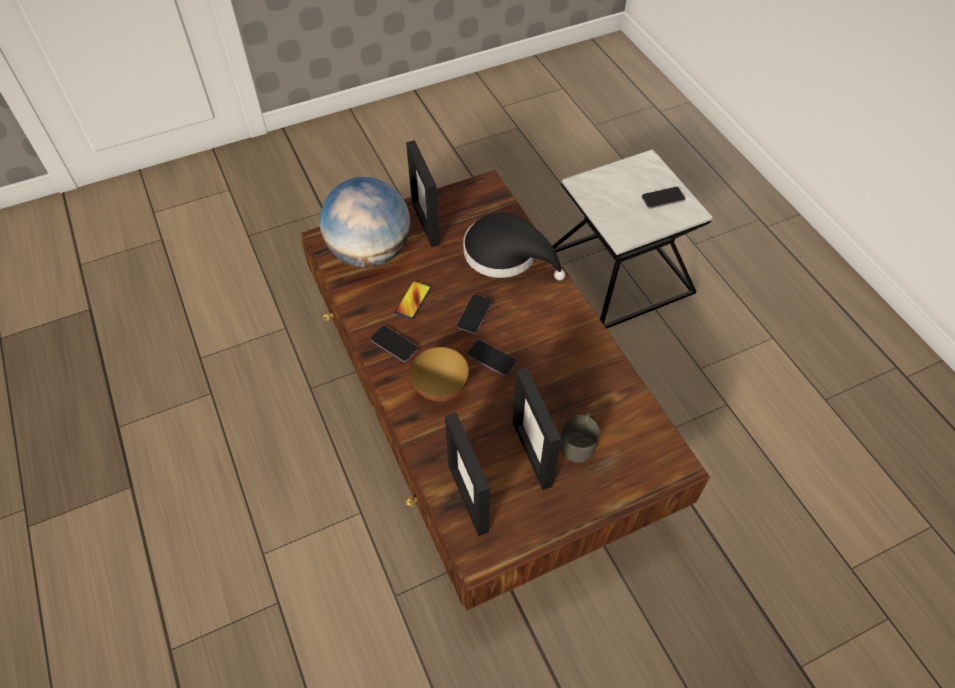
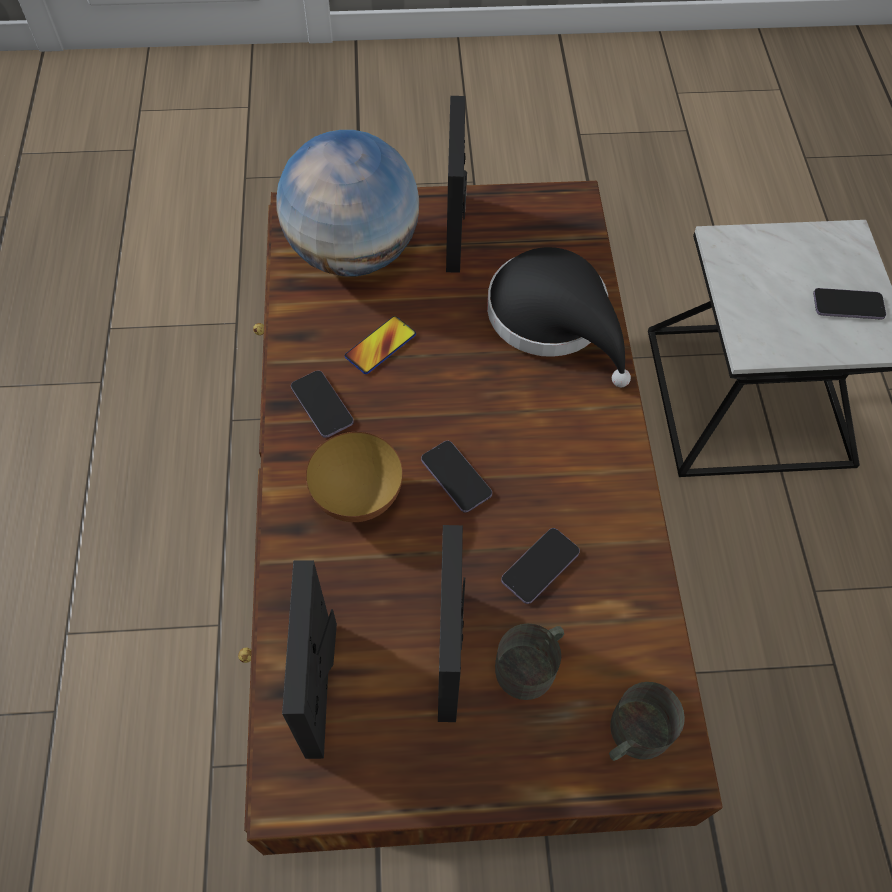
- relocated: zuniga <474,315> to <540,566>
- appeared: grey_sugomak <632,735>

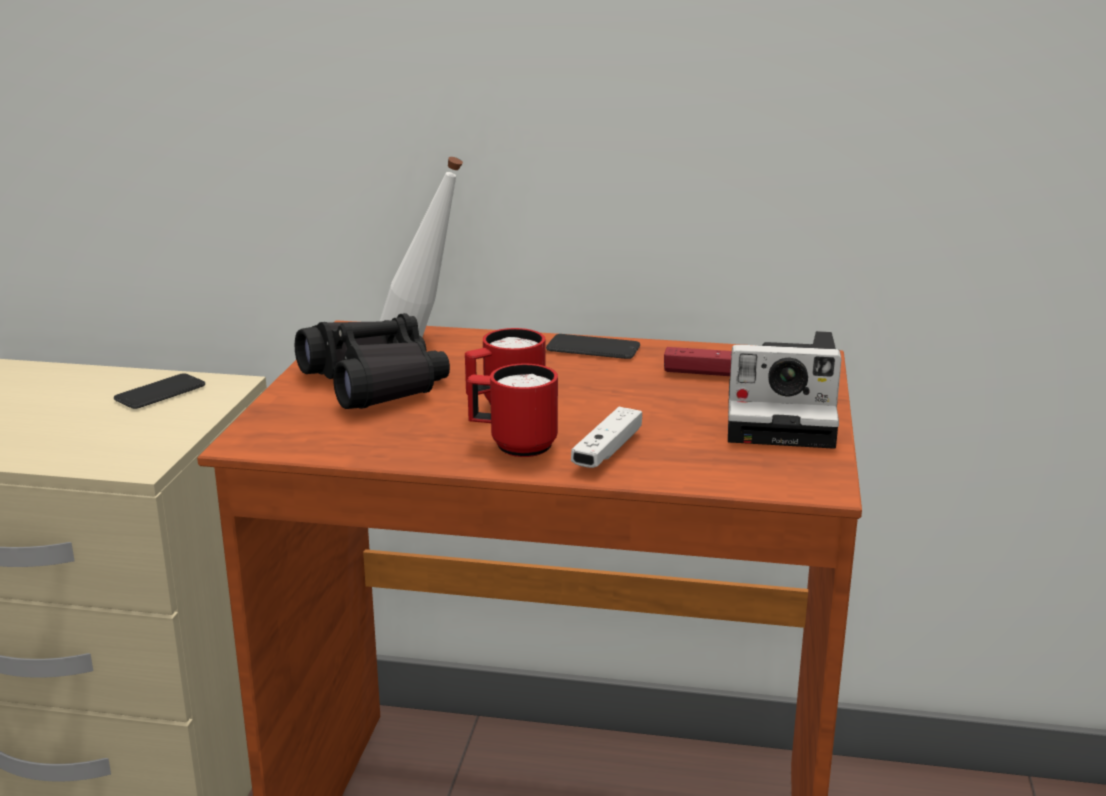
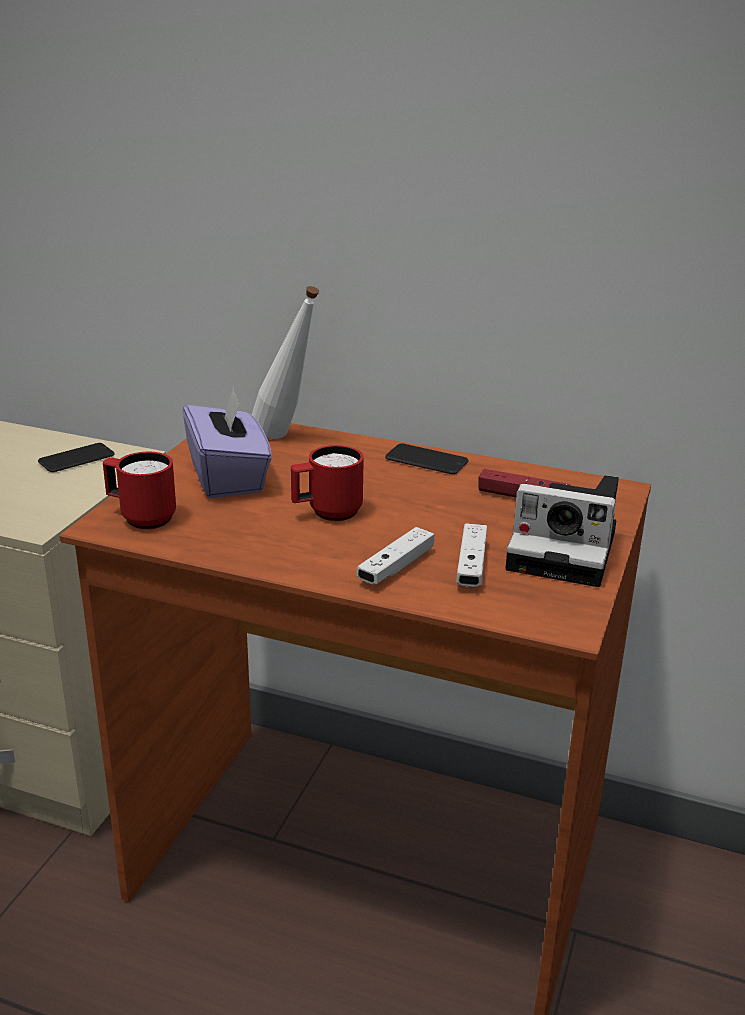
- exchanged: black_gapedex <375,382> to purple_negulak <228,477>
- relocated: red_sugomak <513,445> to <141,517>
- appeared: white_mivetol <471,566>

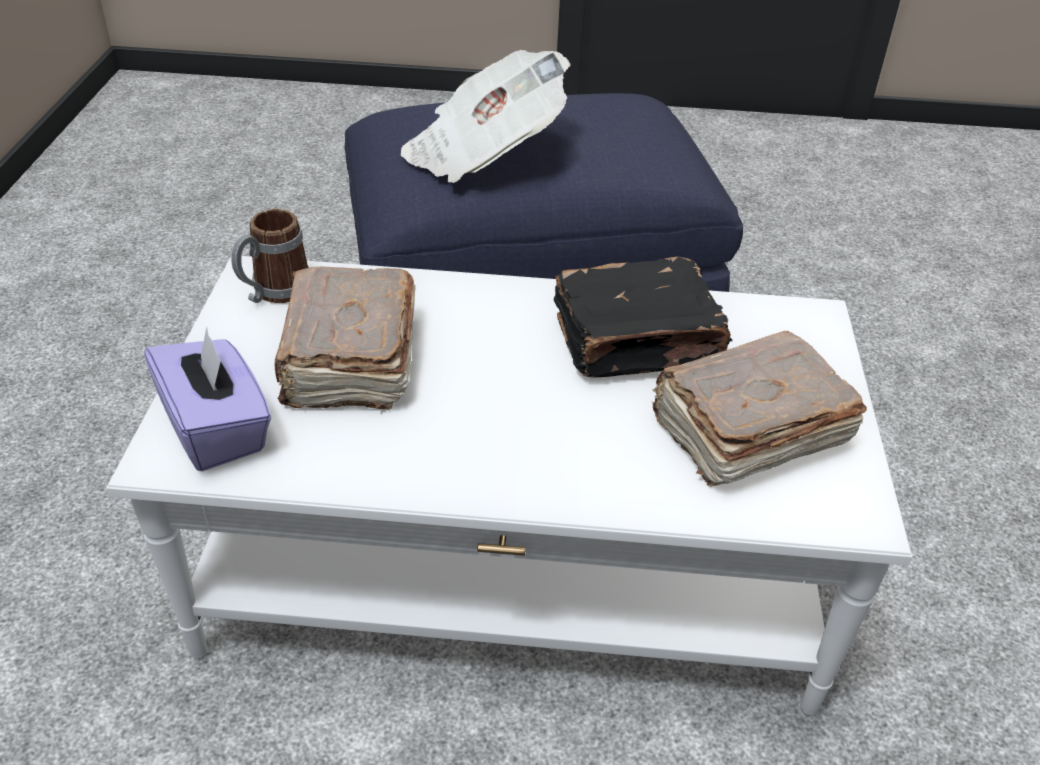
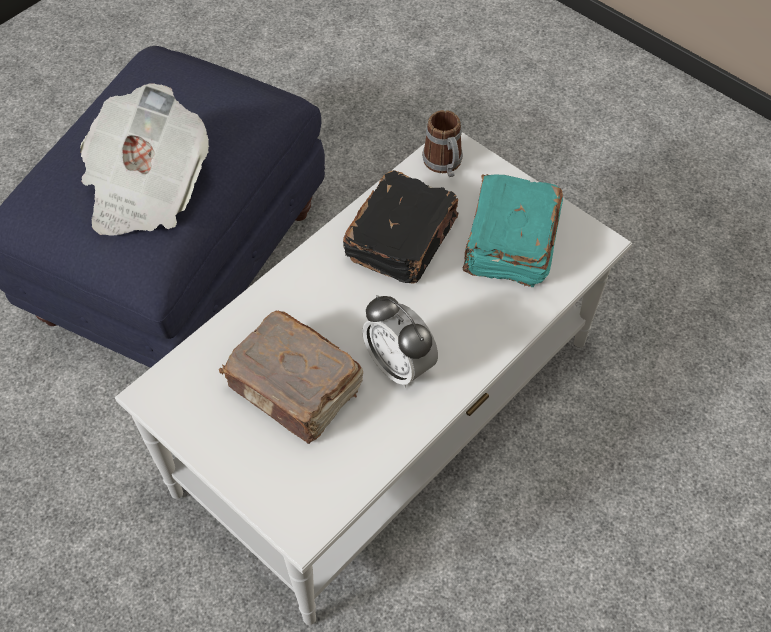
- relocated: sugomak <274,293> to <445,165>
- missing: purple_negulak <217,429>
- colour: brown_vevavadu <746,433> to turquoise_vevavadu <509,244>
- appeared: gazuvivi <399,366>

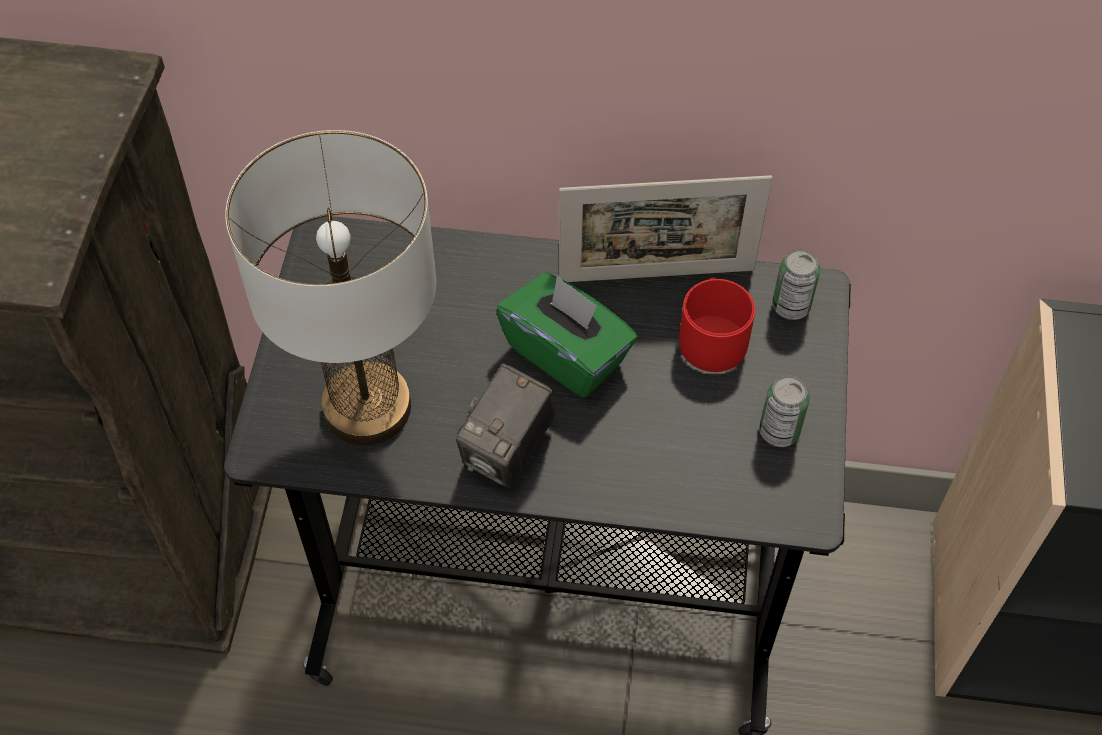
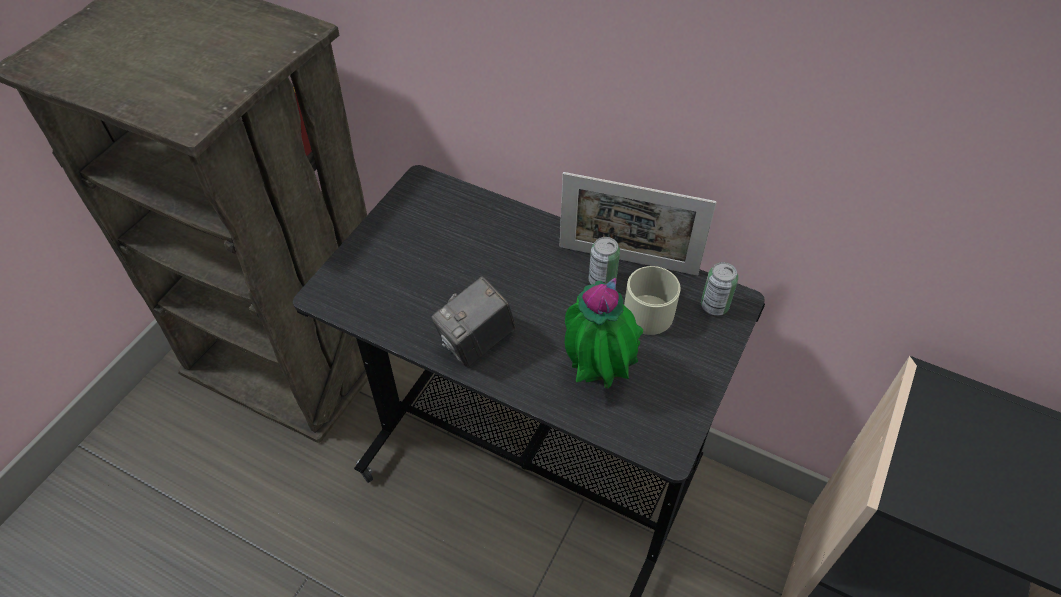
- missing: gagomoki <366,407>
- missing: green_negulak <567,354>
- colour: red_sugomak <712,335> to beige_sugomak <650,309>
- relocated: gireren <779,431> to <602,280>
- appeared: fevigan <596,373>

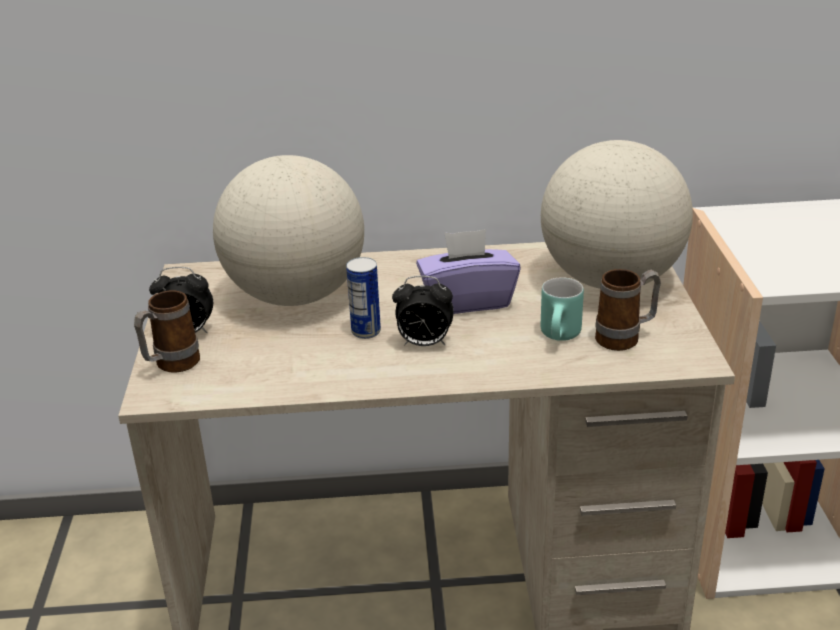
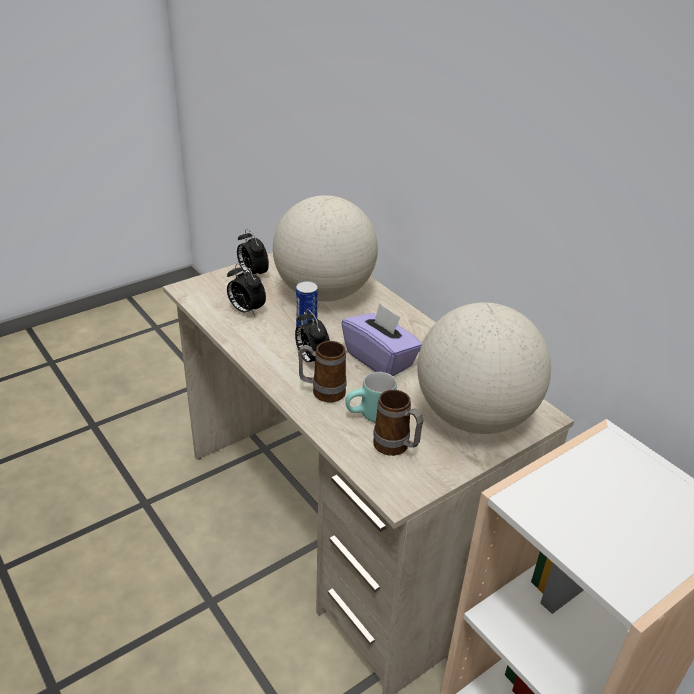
- relocated: sugomak <171,366> to <322,392>
- appeared: gazuvivi <246,310>

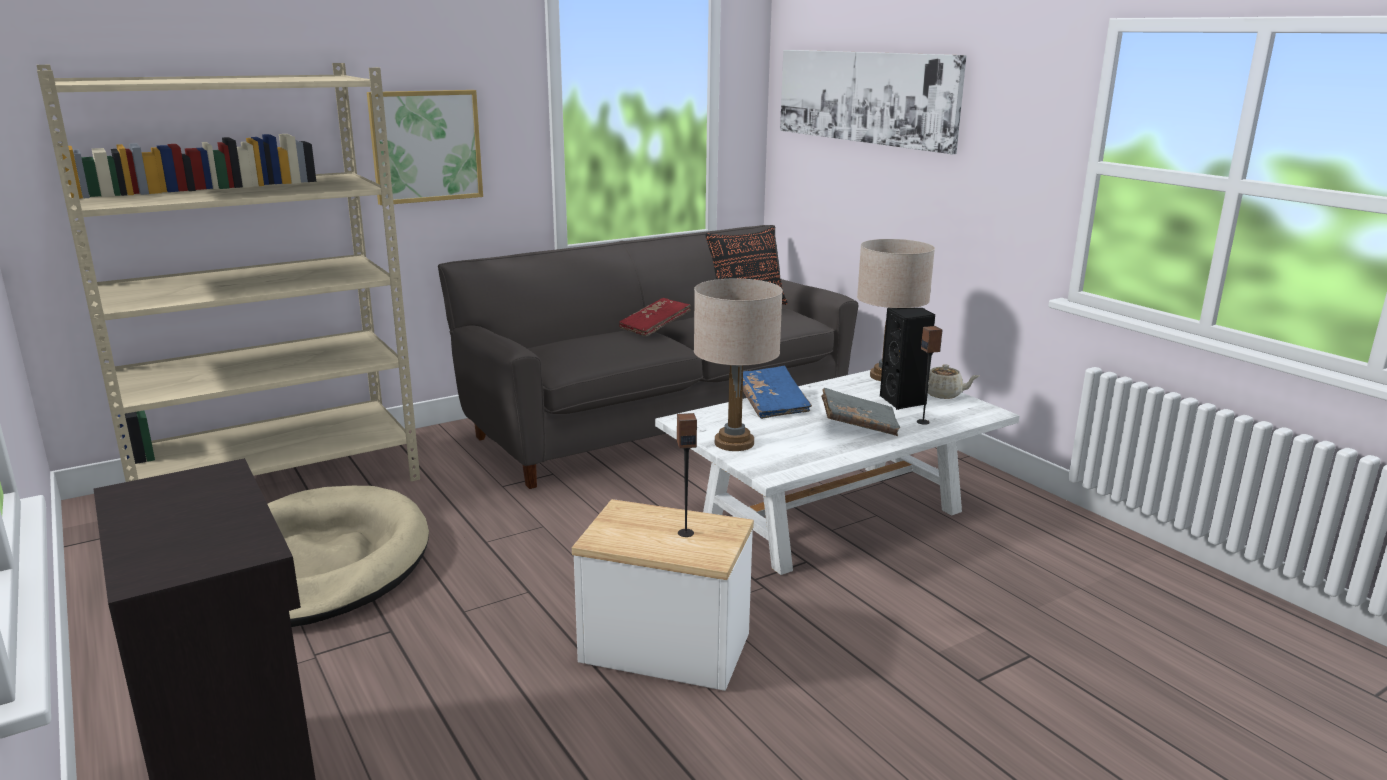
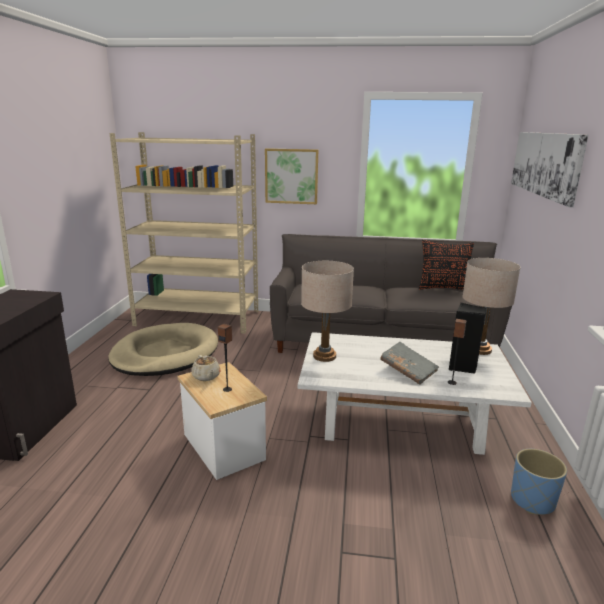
- missing: red_vevavadu <654,328>
- relocated: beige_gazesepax <943,394> to <206,377>
- missing: blue_vevavadu <772,404>
- appeared: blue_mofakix <533,501>

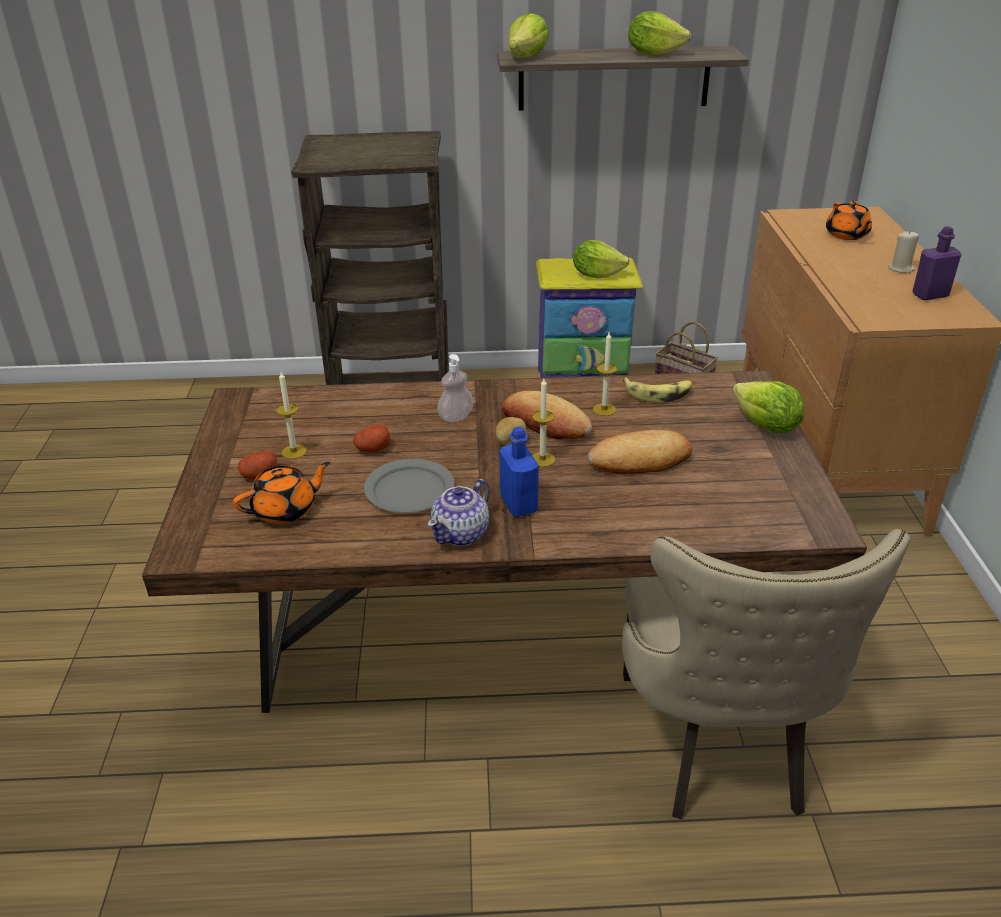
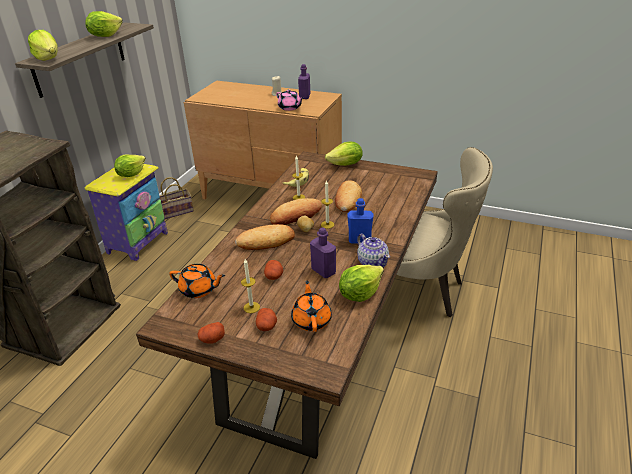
- relocated: orange_gazesepax <847,235> to <199,290>
- exchanged: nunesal <456,417> to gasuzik <266,241>
- exchanged: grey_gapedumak <408,490> to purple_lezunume <323,271>
- appeared: pink_gazesepax <290,108>
- appeared: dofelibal <360,294>
- appeared: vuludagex <212,339>

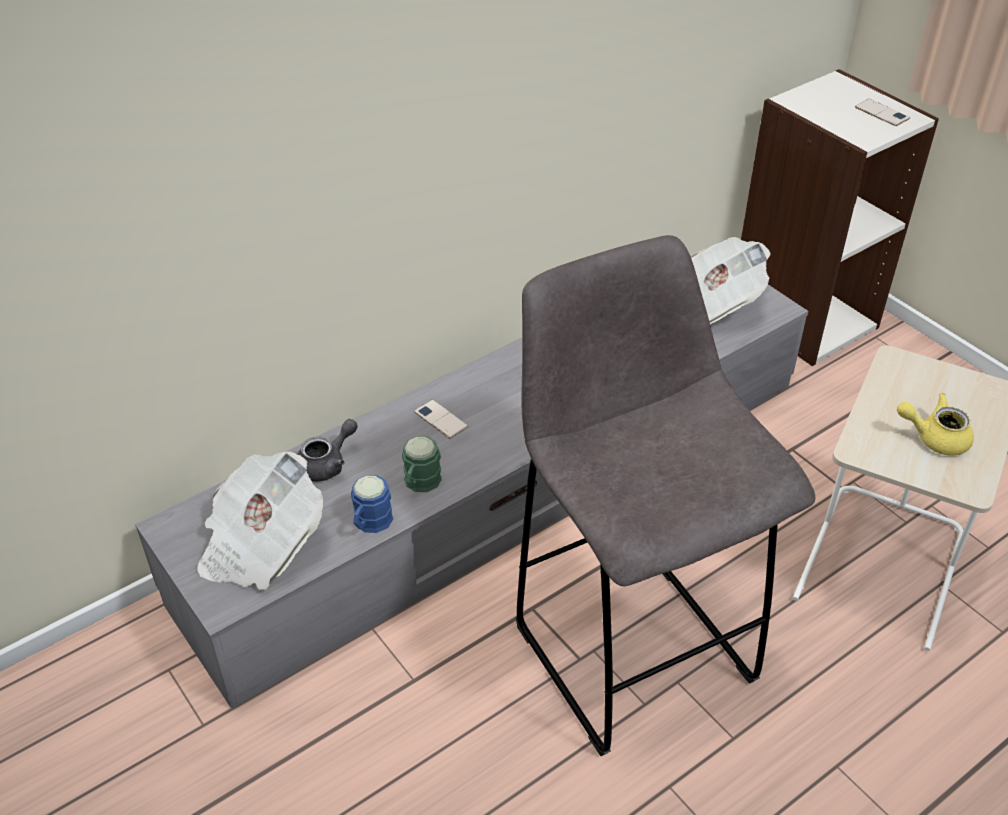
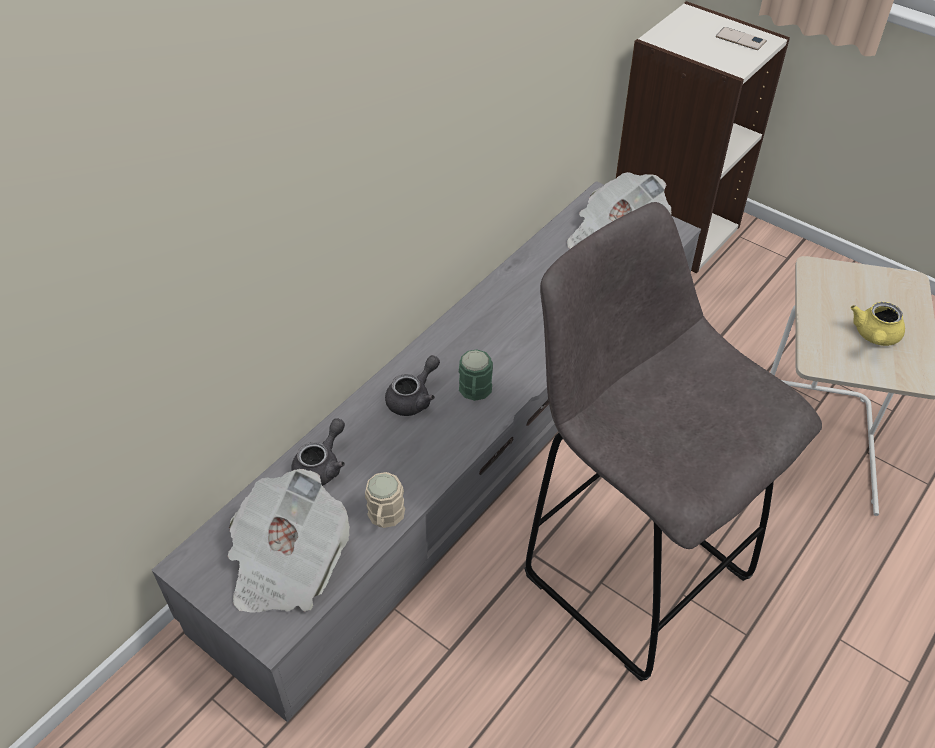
- spun: yellow_gazesepax <934,437> = <874,336> 60 degrees counterclockwise
- exchanged: zuniga <441,419> to grey_gazesepax <413,398>
- relocated: green_sugomak <419,484> to <475,392>
- colour: blue_sugomak <370,524> to beige_sugomak <385,518>

